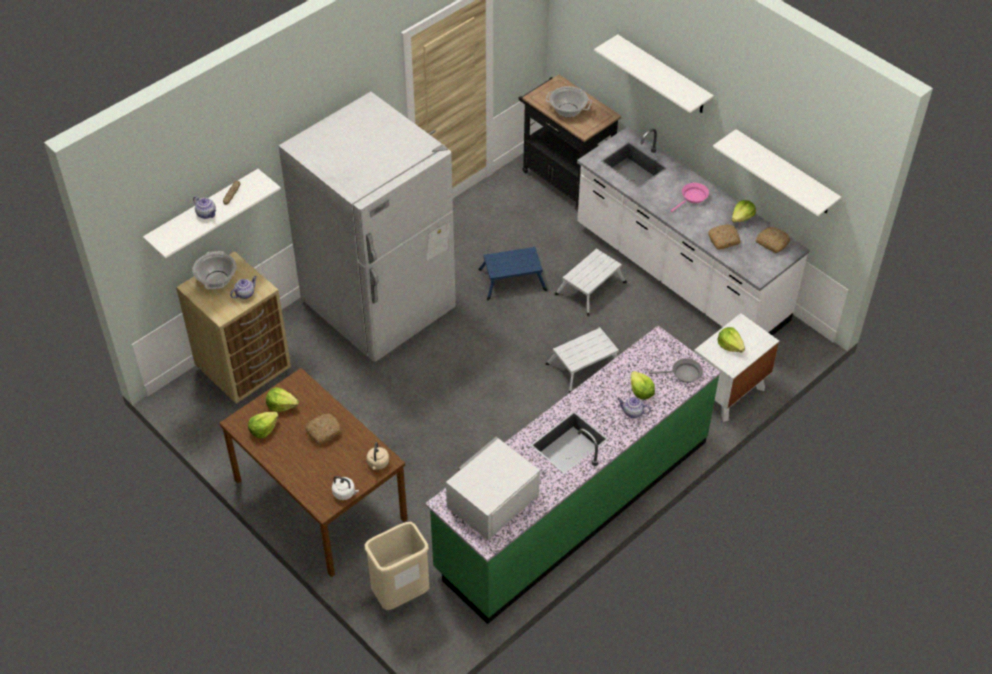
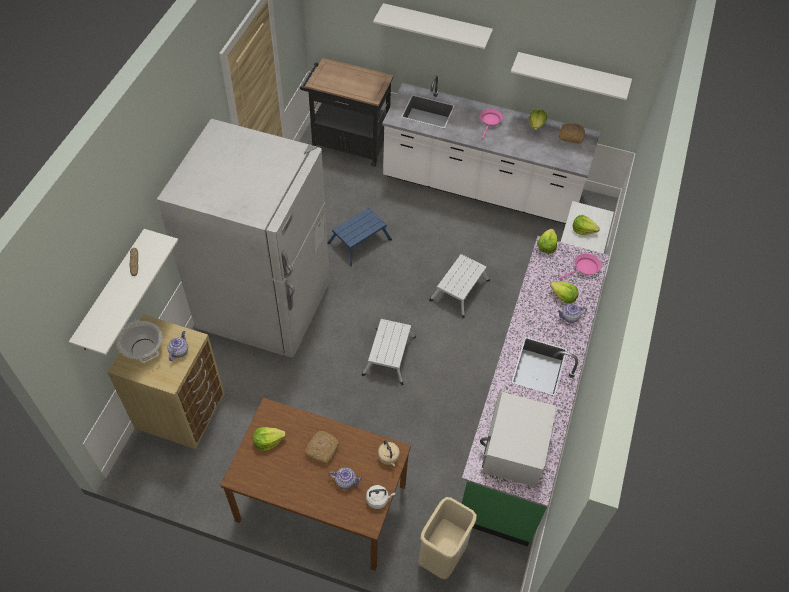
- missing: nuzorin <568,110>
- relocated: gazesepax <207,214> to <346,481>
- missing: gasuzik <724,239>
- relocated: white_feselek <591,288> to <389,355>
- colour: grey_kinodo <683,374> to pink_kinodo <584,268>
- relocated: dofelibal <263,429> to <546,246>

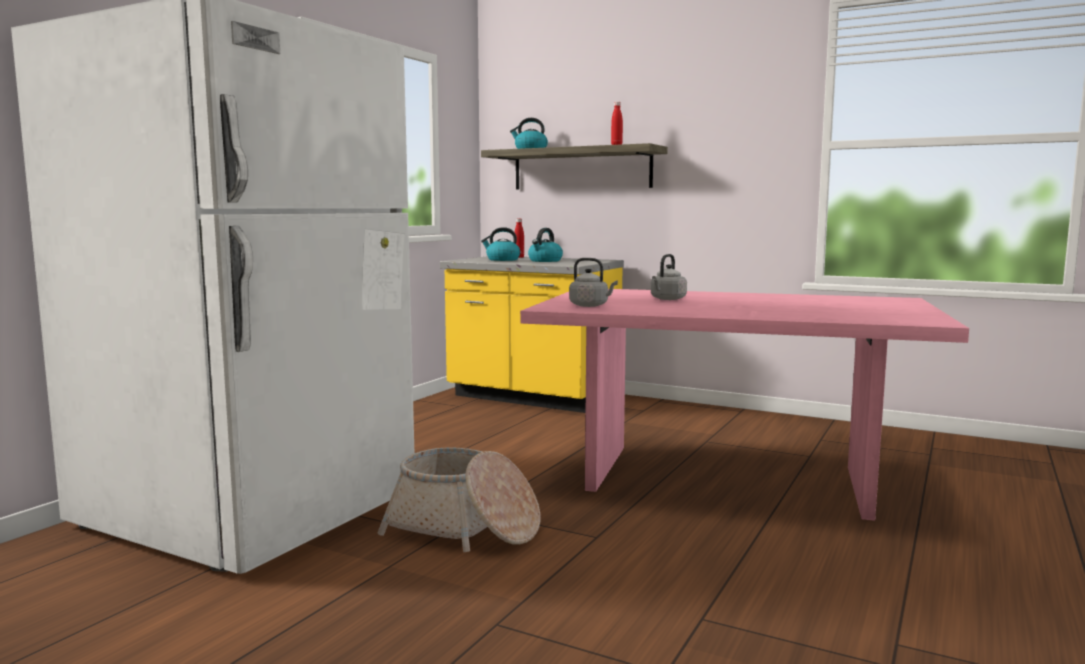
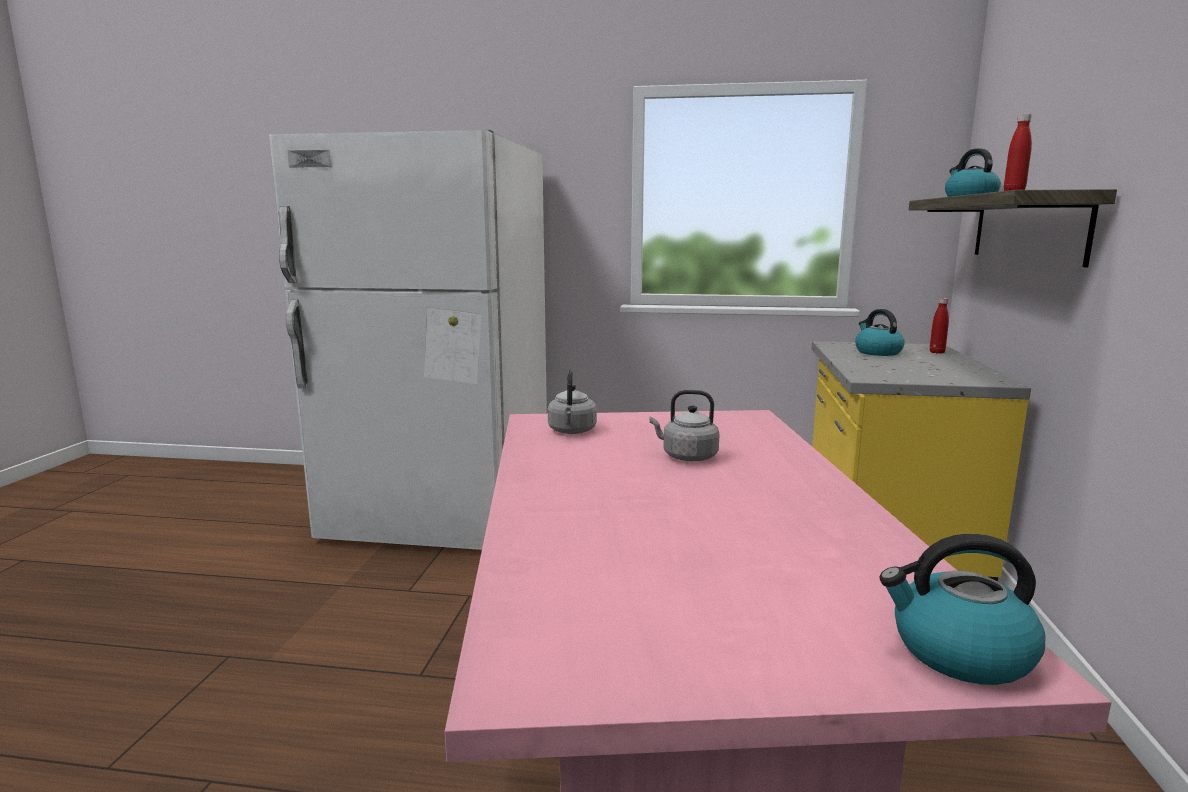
- relocated: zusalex <545,261> to <959,652>
- missing: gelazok <464,529>

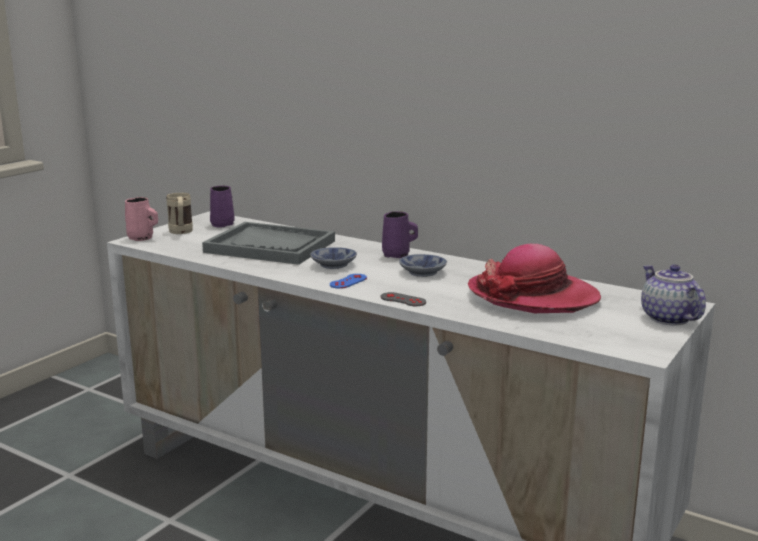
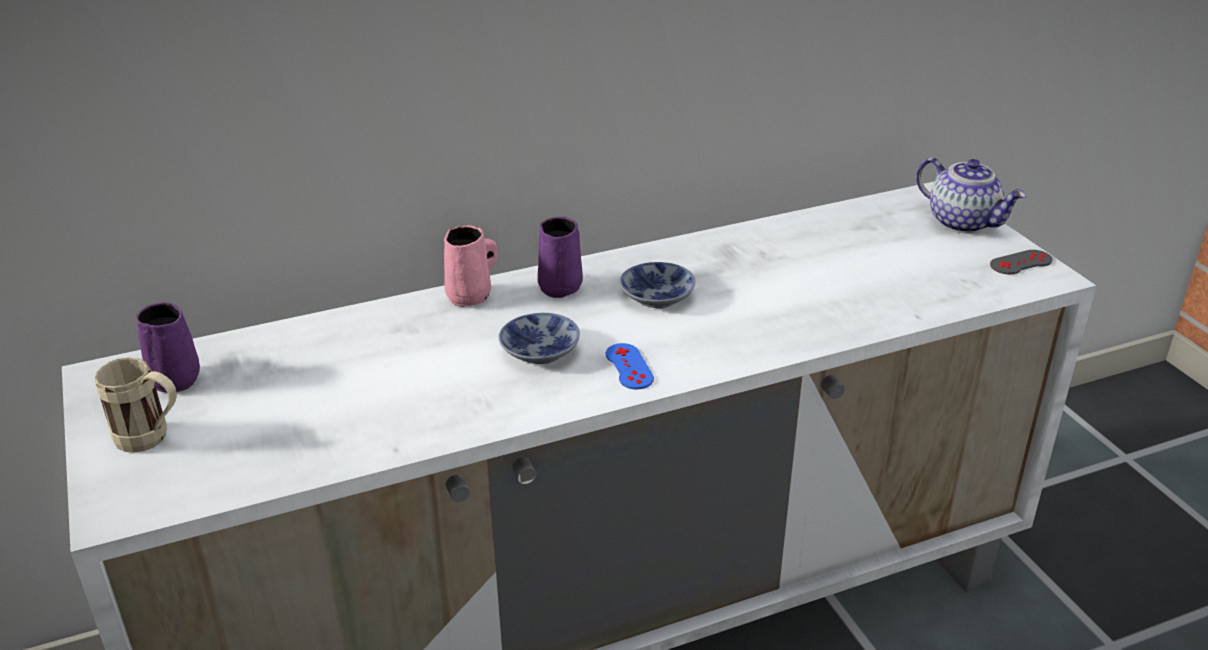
- relocated: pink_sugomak <142,238> to <471,296>
- missing: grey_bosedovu <270,246>
- missing: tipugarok <533,296>
- spun: gazesepax <667,318> = <964,222> 150 degrees counterclockwise
- relocated: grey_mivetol <403,300> to <1021,262>

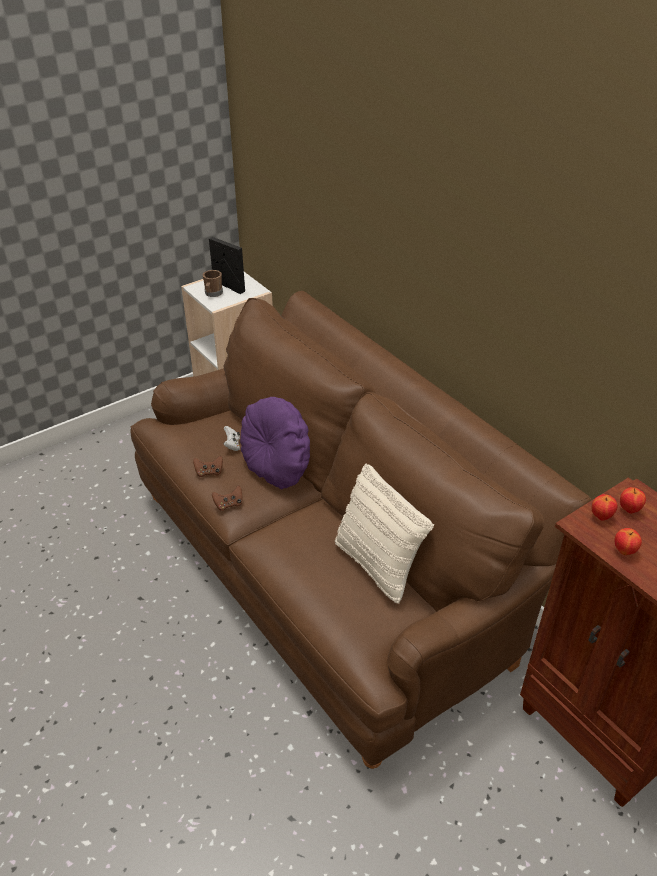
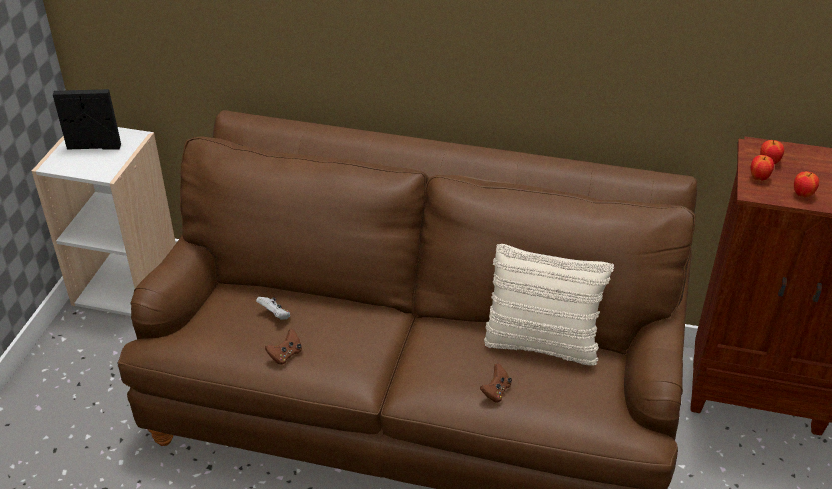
- missing: brown_sugomak <213,294>
- missing: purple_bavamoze <276,472>
- relocated: brown_mivetol <228,504> to <496,391>

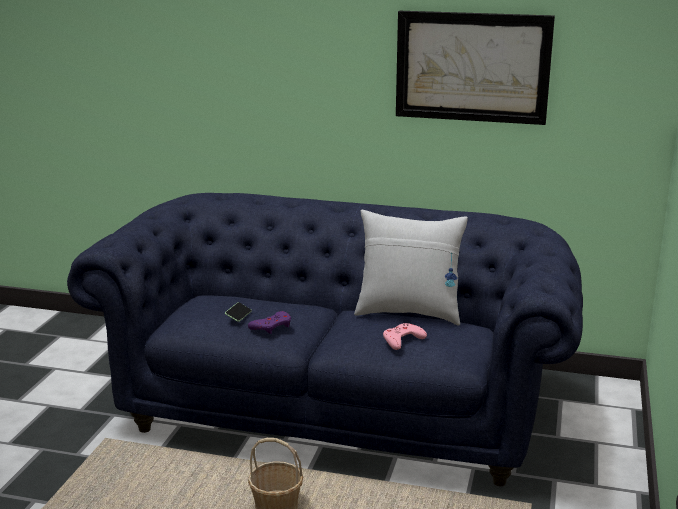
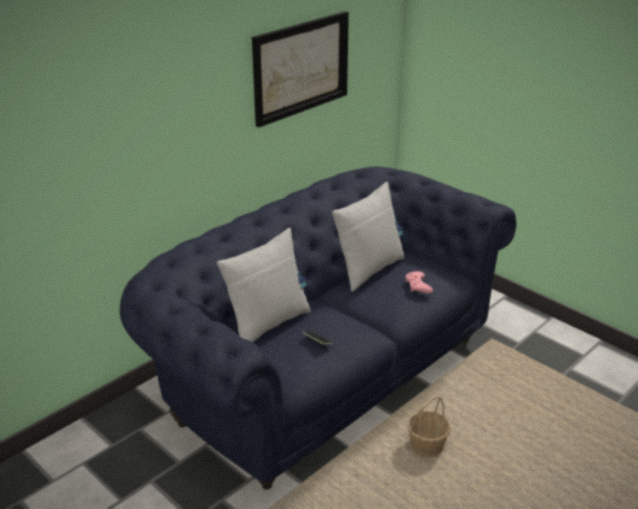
- missing: purple_mivetol <272,326>
- appeared: grey_bavamoze <267,324>

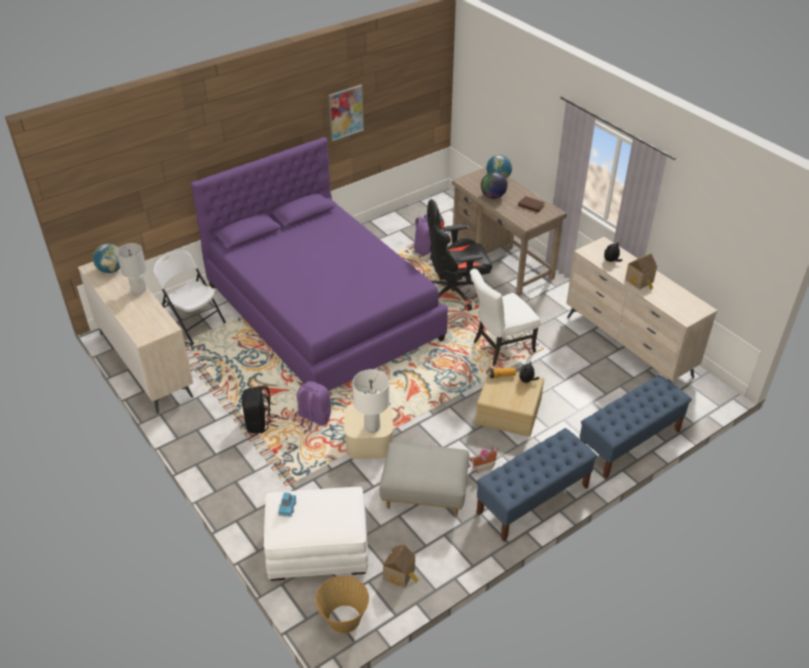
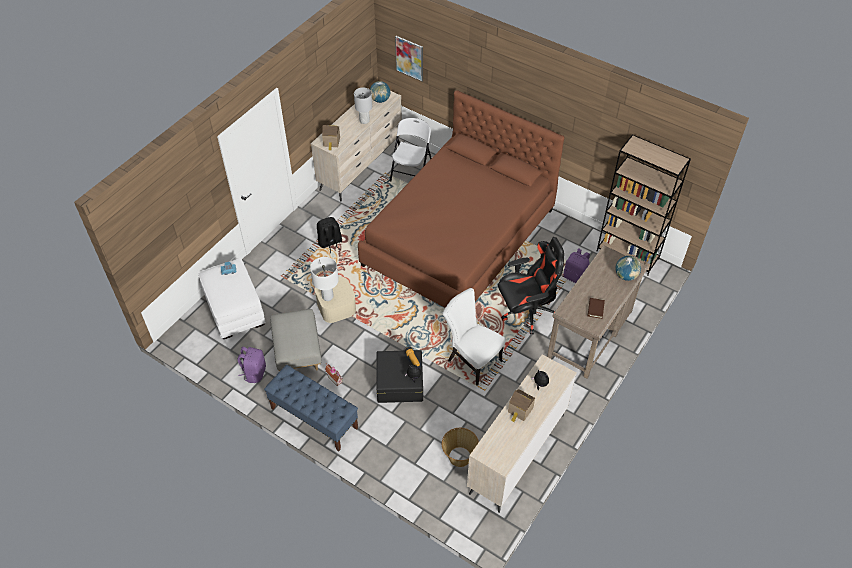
- relocated: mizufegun <345,112> to <409,58>
- colour: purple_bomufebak <323,312> to brown_bomufebak <459,237>
- missing: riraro <493,196>
- spun: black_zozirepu <456,294> = <525,313> 105 degrees clockwise
- colour: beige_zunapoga <508,411> to black_zunapoga <399,382>
- missing: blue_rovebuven <629,442>
- relocated: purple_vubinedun <313,418> to <254,373>
- relocated: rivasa <400,574> to <331,142>
- relocated: gelazok <343,619> to <459,456>
- appeared: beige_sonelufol <628,255>

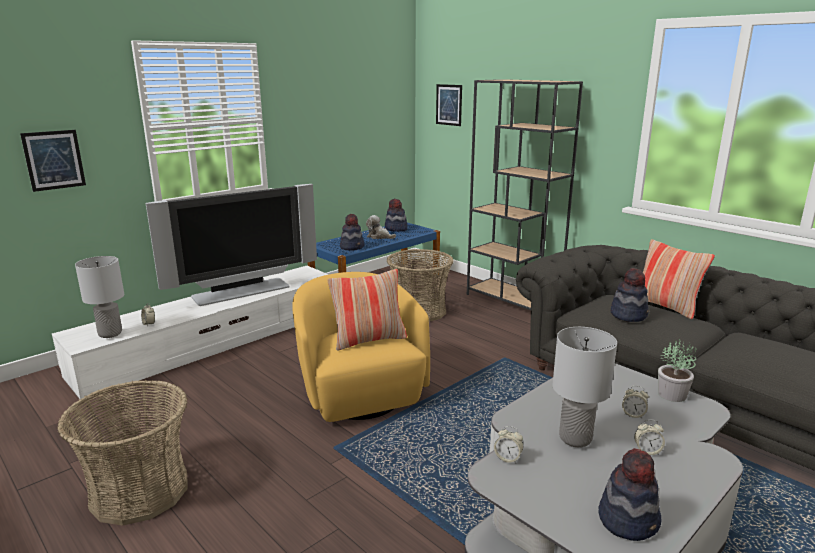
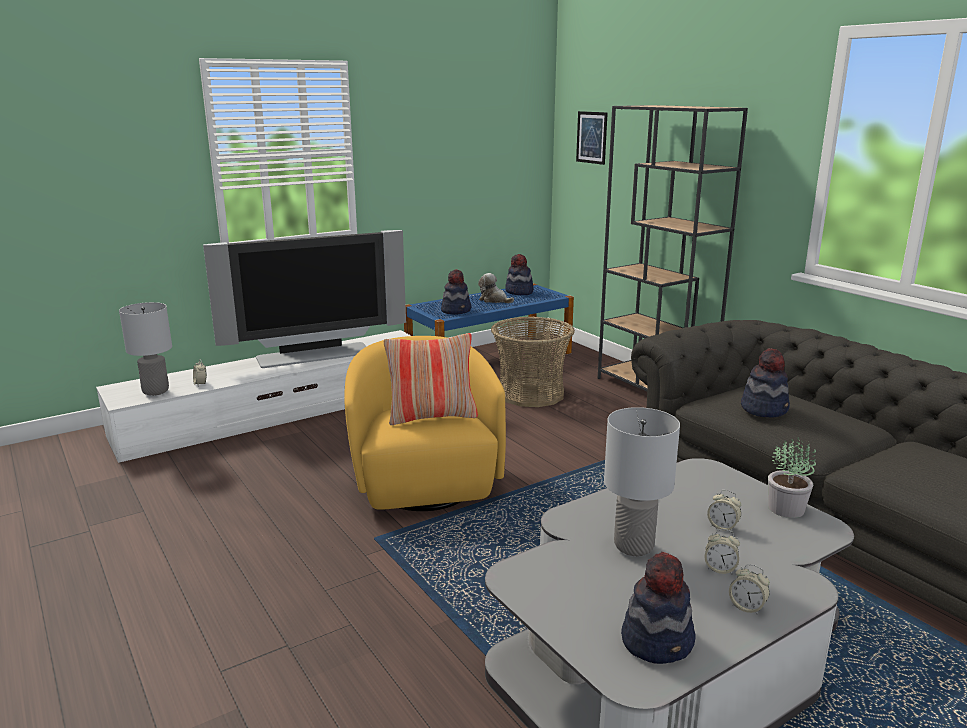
- missing: mizufegun <54,160>
- missing: bavamoze <666,306>
- missing: gelazok <139,491>
- relocated: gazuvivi <508,458> to <747,607>

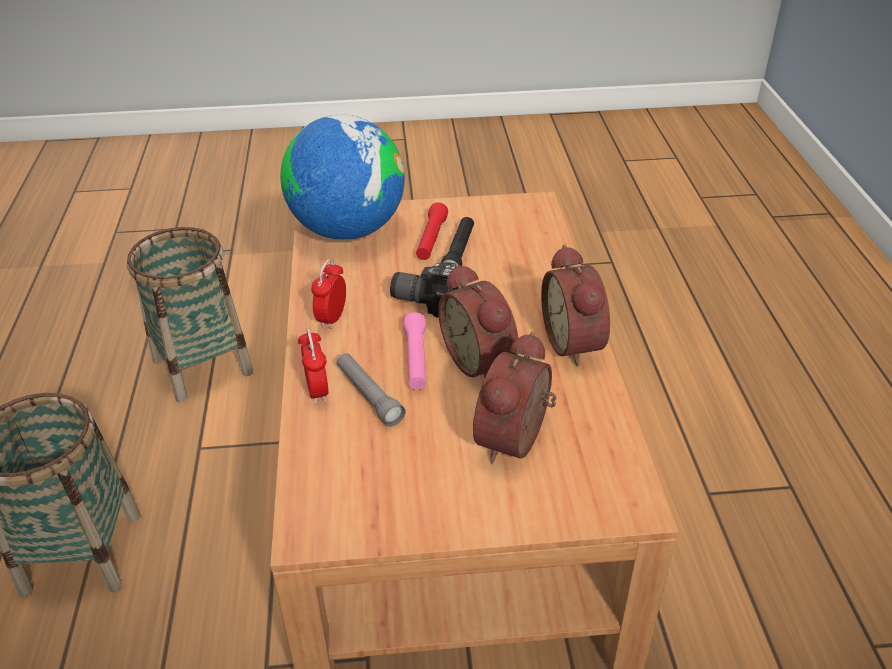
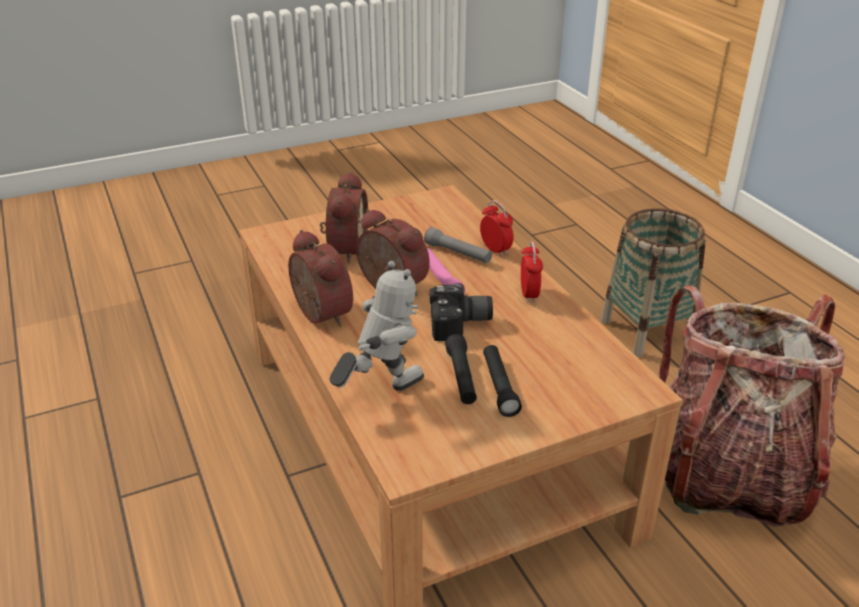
- missing: riraro <348,230>
- colour: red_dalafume <431,239> to black_dalafume <499,387>
- exchanged: gelazok <202,366> to vubinedun <727,475>
- appeared: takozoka <382,389>

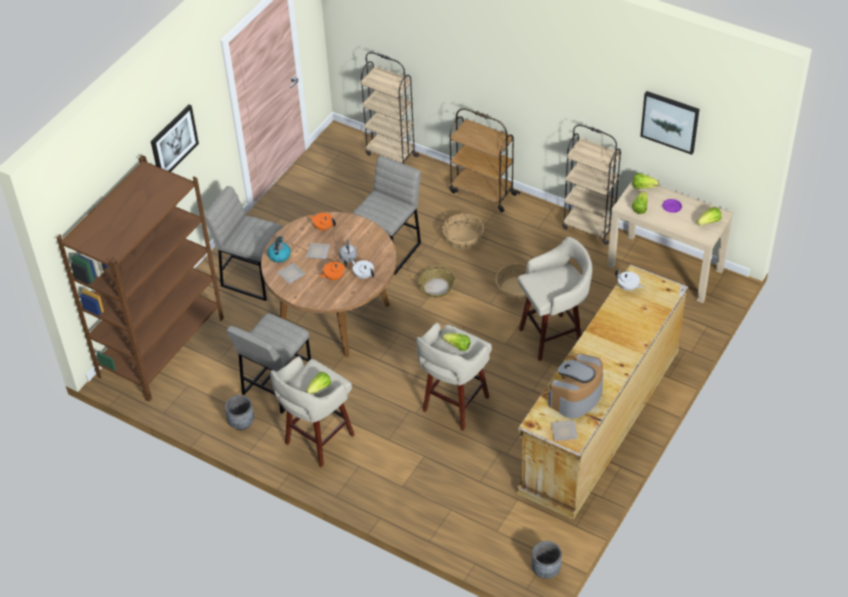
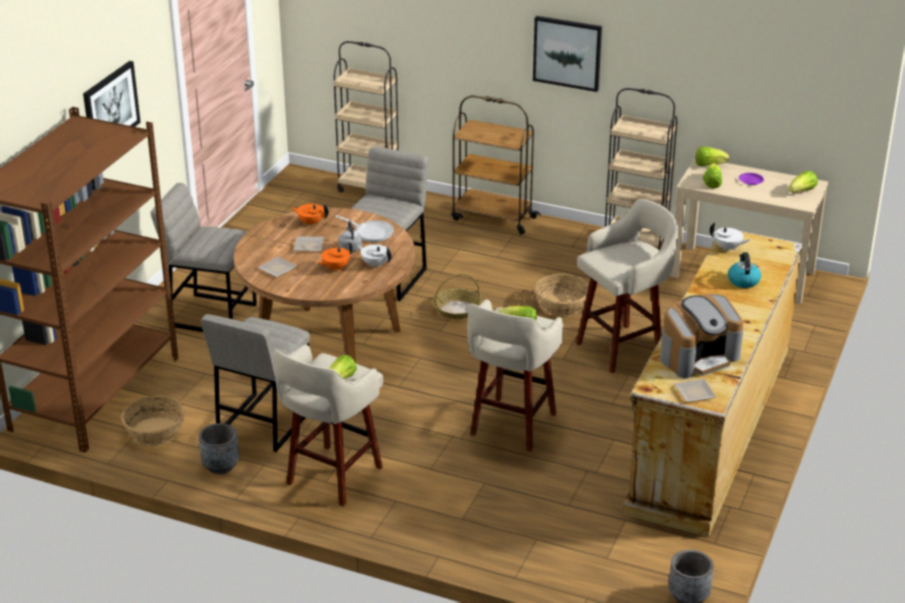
- relocated: mizufegun <670,121> to <567,52>
- relocated: gelazok <463,238> to <155,432>
- relocated: zusalex <279,255> to <743,280>
- spun: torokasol <576,396> = <698,356> 150 degrees counterclockwise
- appeared: kinodo <371,233>

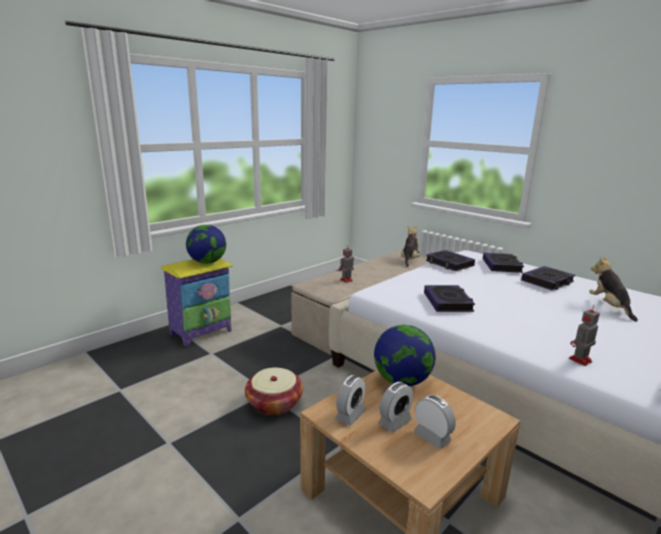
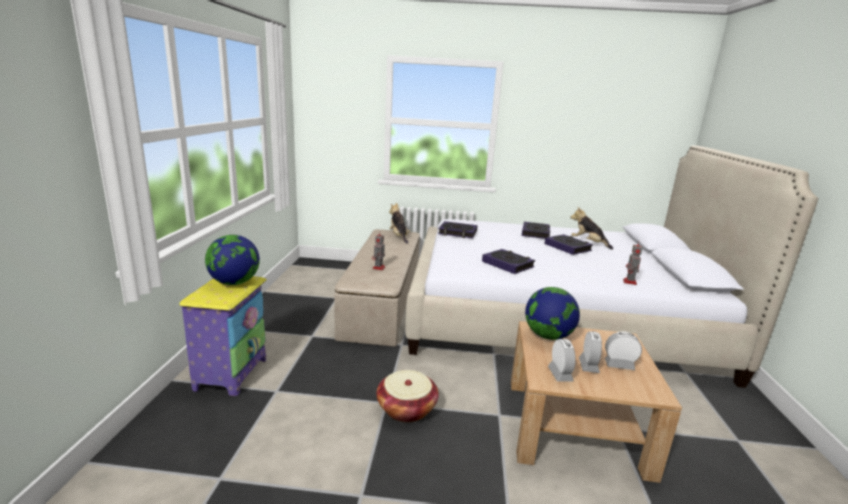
- relocated: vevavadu <502,266> to <567,247>

